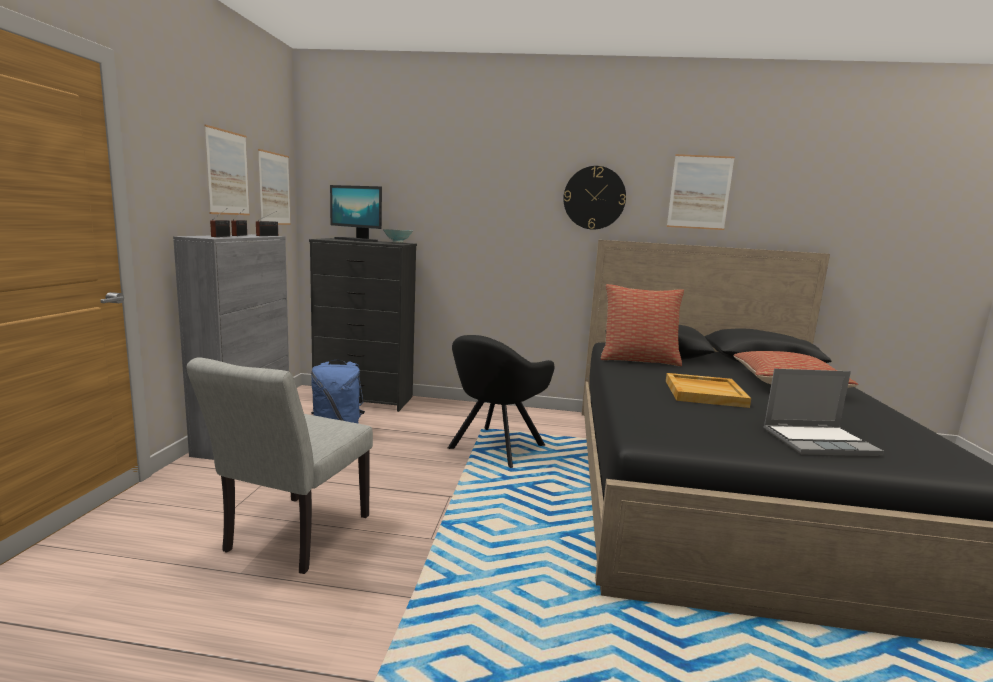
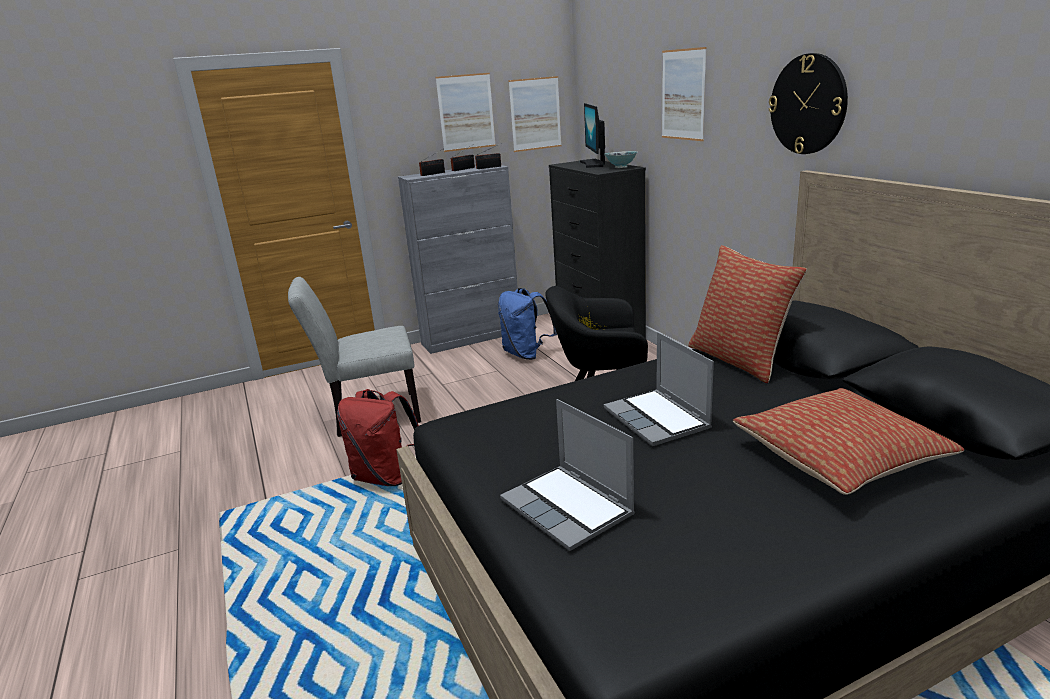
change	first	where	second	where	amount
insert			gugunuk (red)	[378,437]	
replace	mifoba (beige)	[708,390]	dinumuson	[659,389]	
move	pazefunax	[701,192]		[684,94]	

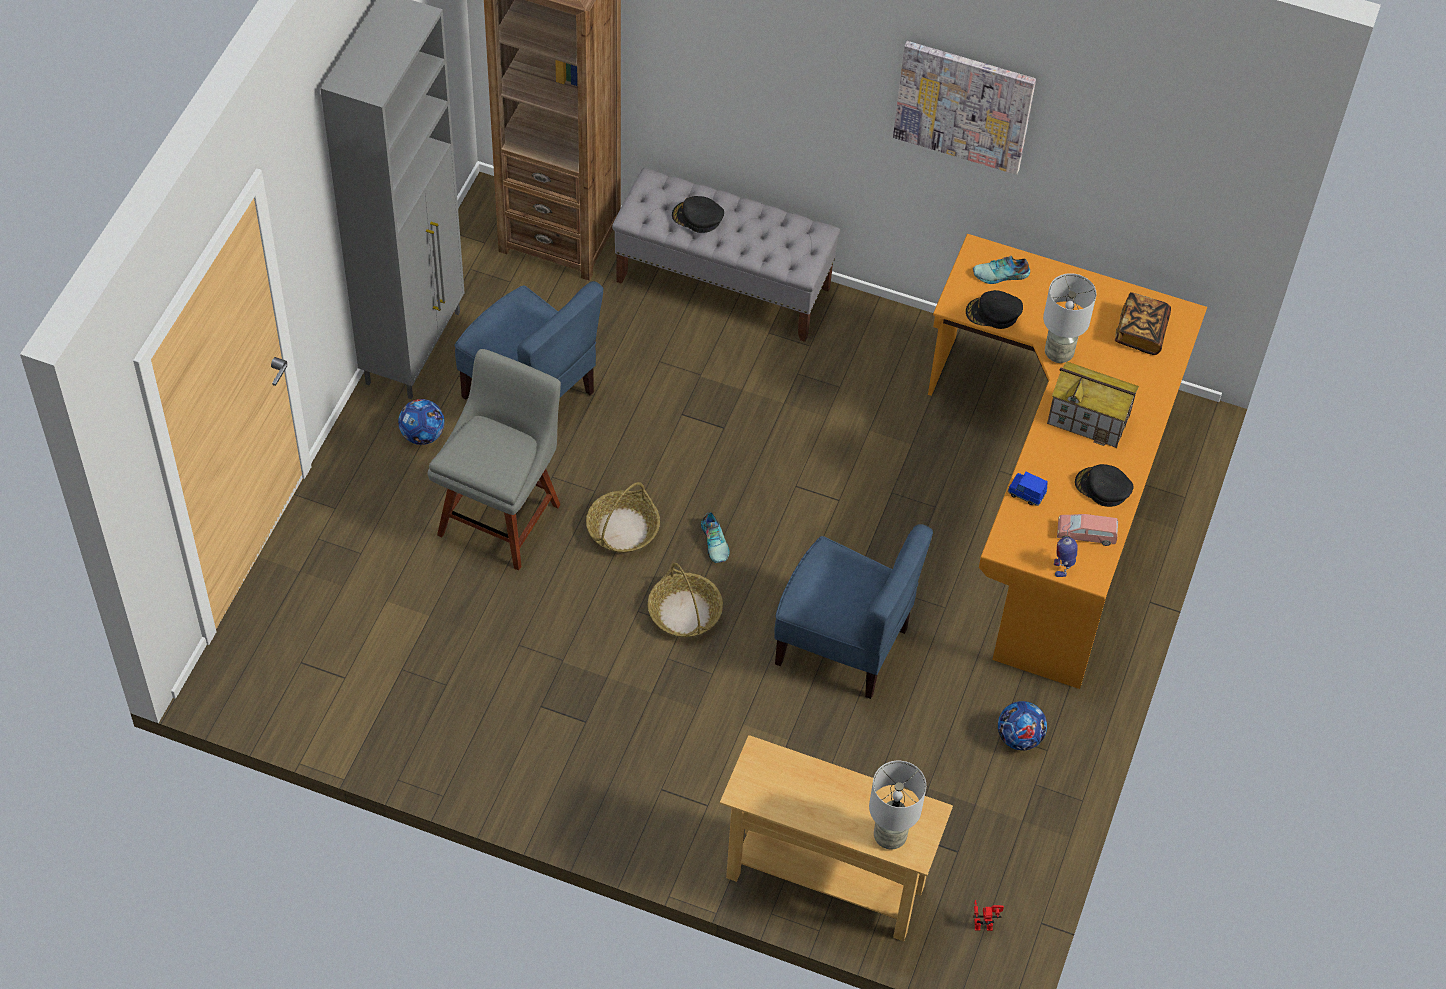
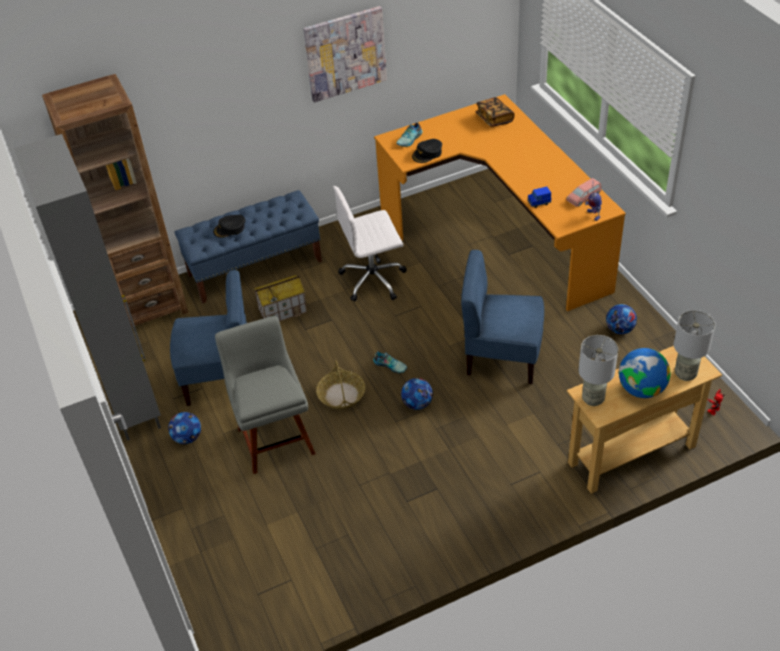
change	first	where	second	where	amount
recolor	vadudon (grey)	[726,255]	vadudon (blue)	[248,247]	
move	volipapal	[1093,405]		[280,298]	
insert			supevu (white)	[370,244]	
replace	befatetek	[685,600]	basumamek	[417,394]	
rotate	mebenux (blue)	[853,611]		[502,317]	150 degrees counterclockwise
move	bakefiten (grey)	[1069,318]		[598,370]	
insert			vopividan	[644,373]	
delete	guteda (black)	[1104,485]			

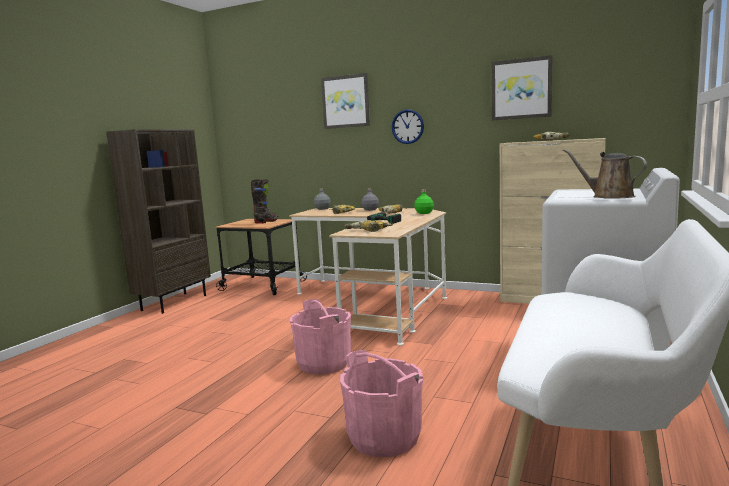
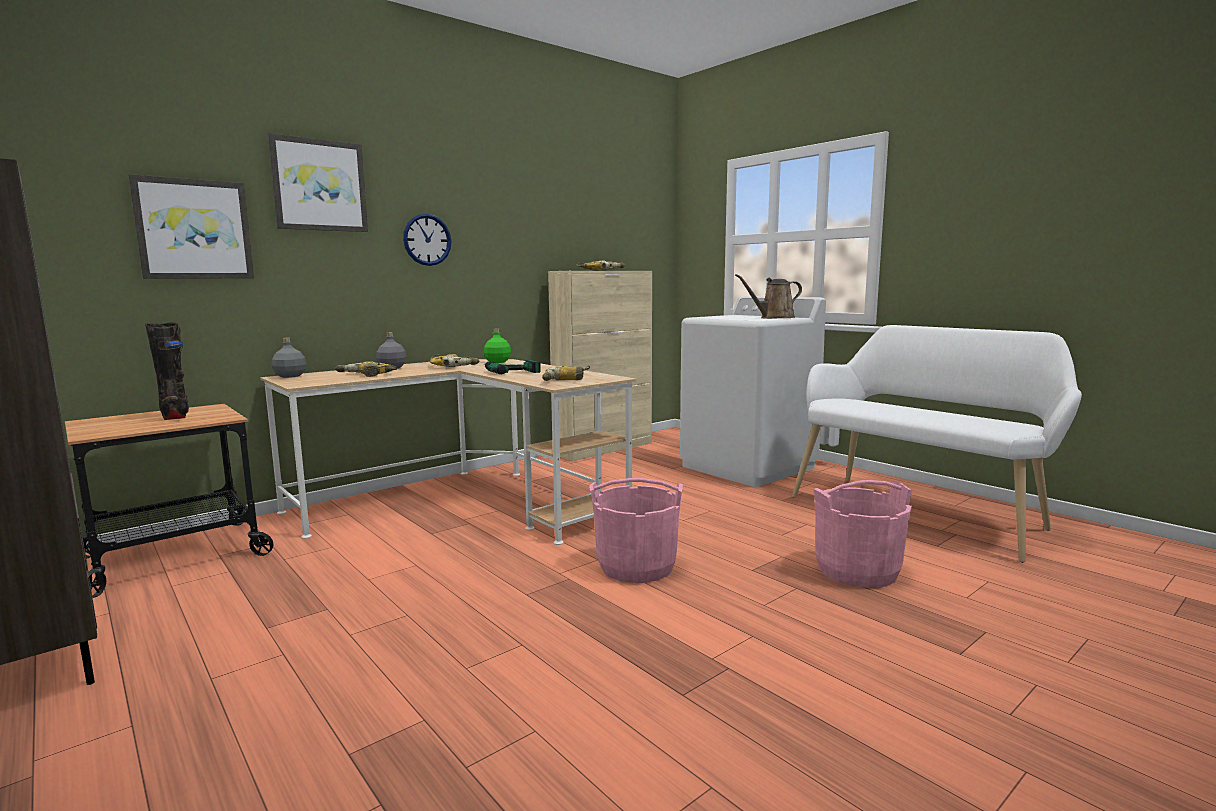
change	first	where	second	where	amount
move	pazefunax	[521,88]		[191,226]	

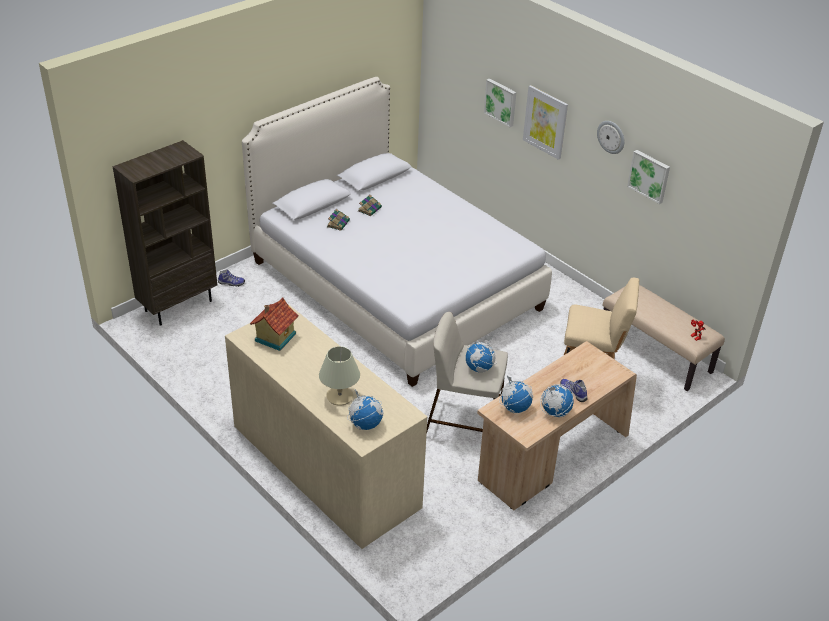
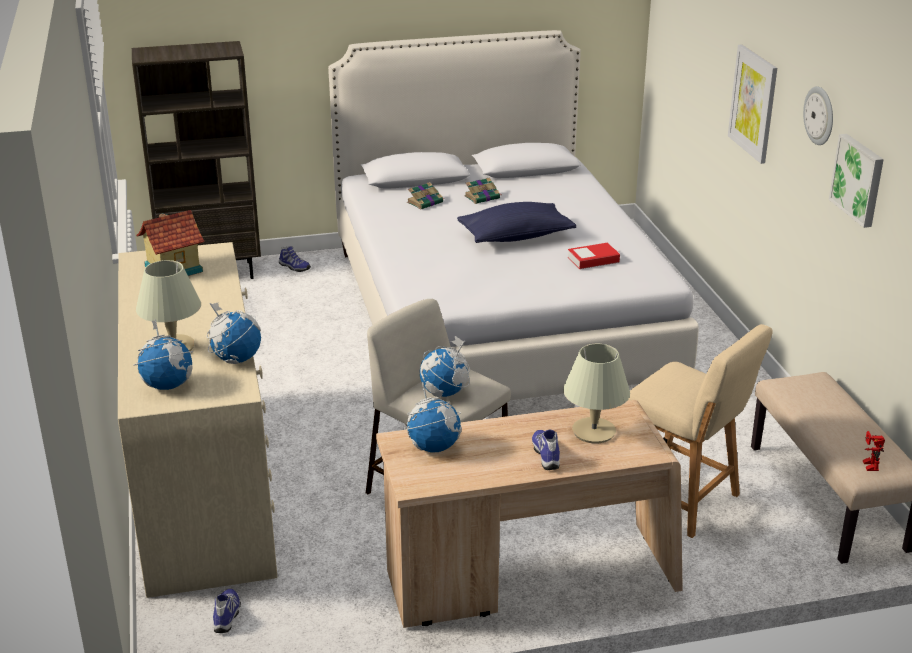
change	first	where	second	where	amount
move	vopividan	[557,401]		[233,333]	
insert			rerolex	[227,611]	
insert			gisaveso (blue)	[516,222]	
insert			bakefiten (beige)	[596,393]	
insert			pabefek	[594,256]	
delete	pazefunax	[500,102]			

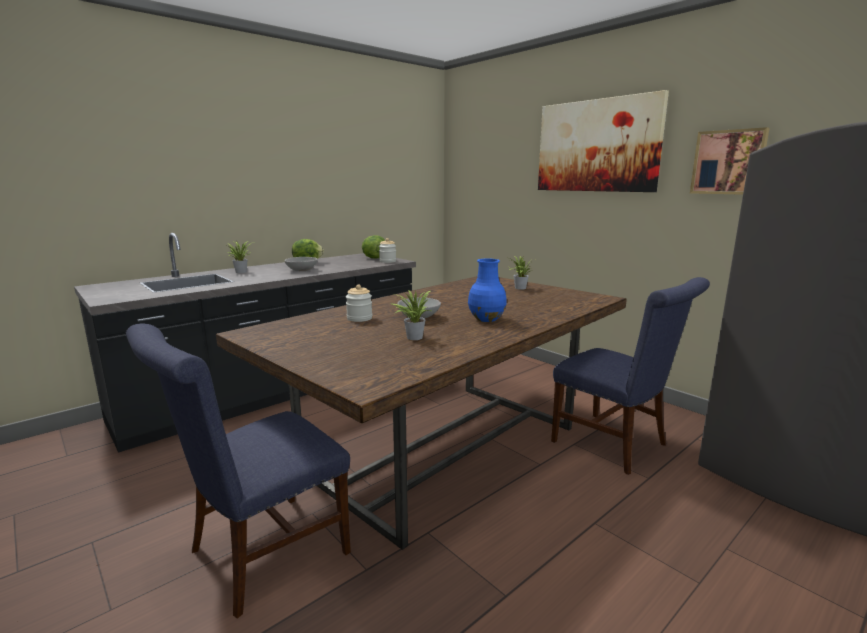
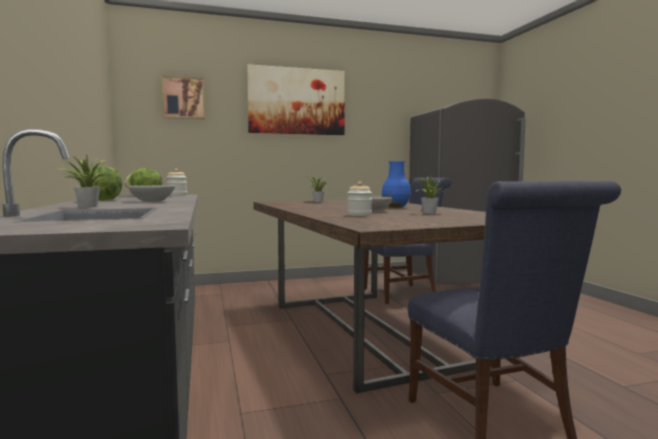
change	first	where	second	where	amount
move	pazefunax	[730,161]		[183,97]	

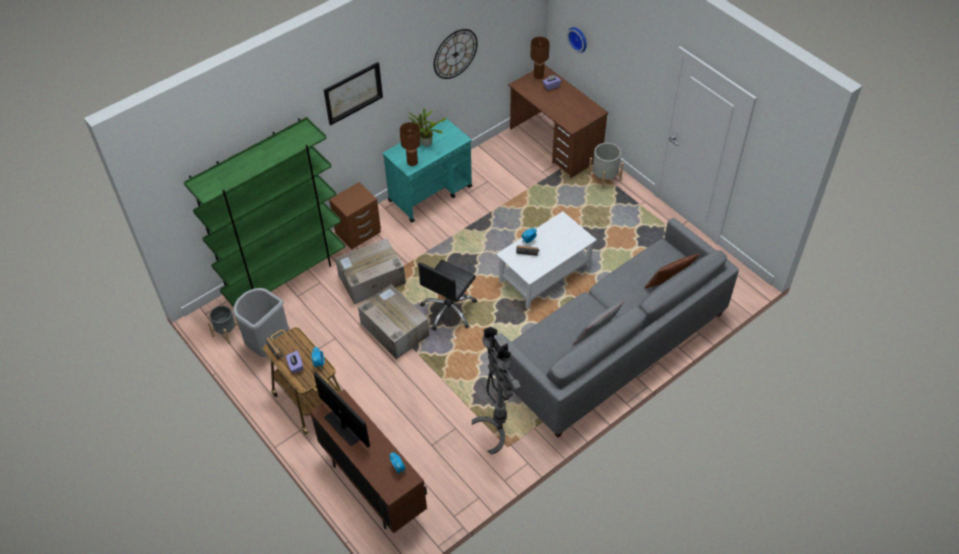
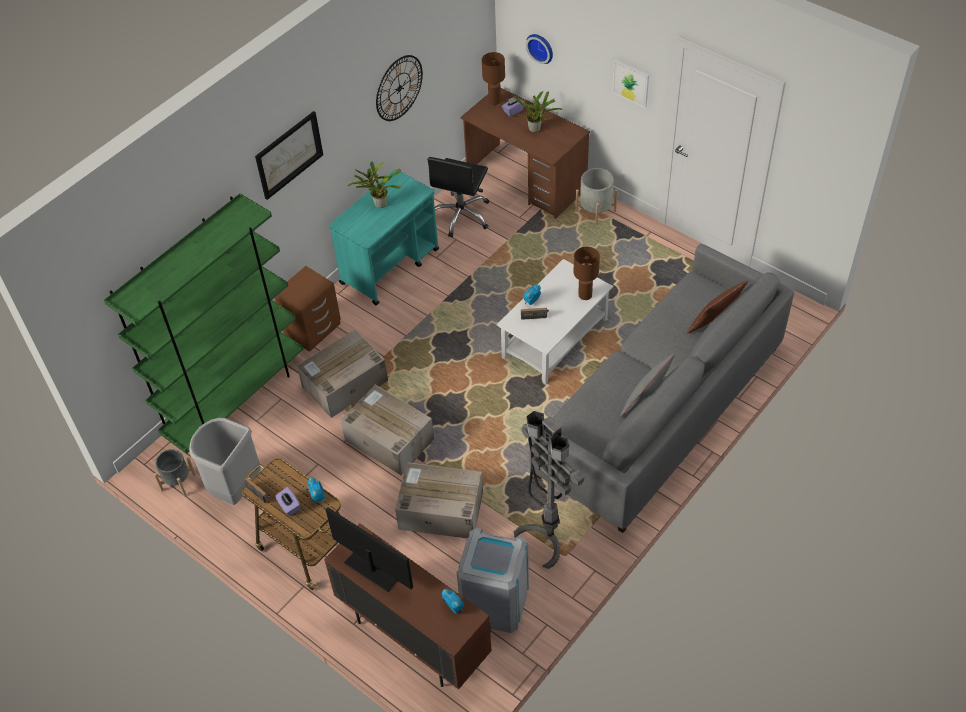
change	first	where	second	where	amount
insert			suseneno	[439,500]	
move	supevu (black)	[447,295]		[458,197]	
insert			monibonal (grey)	[493,580]	
insert			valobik	[537,112]	
move	bakefiten (brown)	[410,144]		[587,273]	
insert			pazefunax	[630,83]	

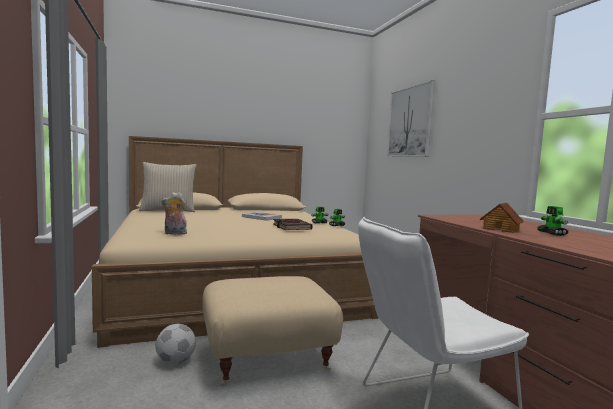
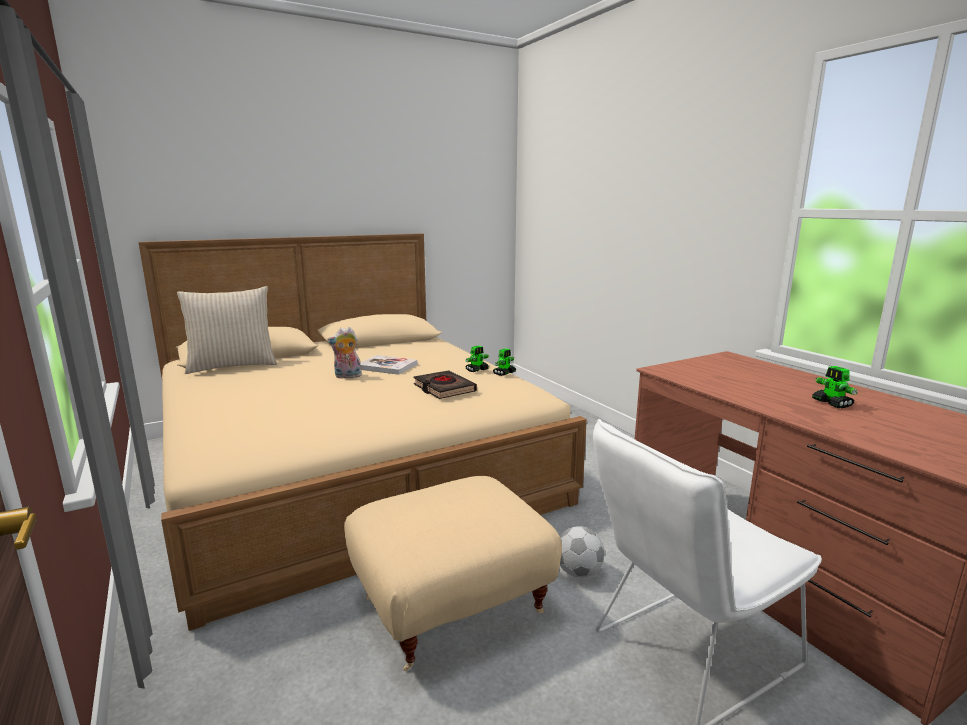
change	first	where	second	where	amount
move	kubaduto	[174,213]		[344,353]	
move	basumamek	[176,344]		[582,551]	
delete	pazefunax	[411,118]			
delete	volipapal	[502,218]			

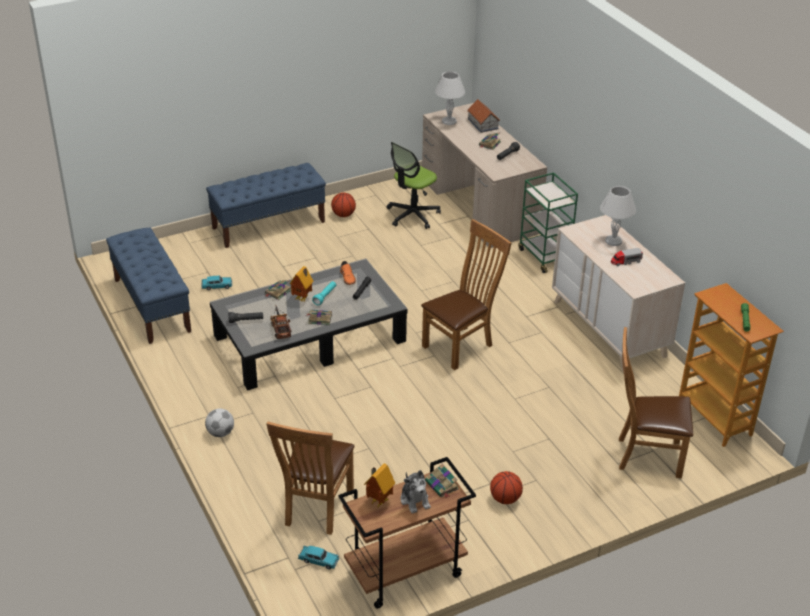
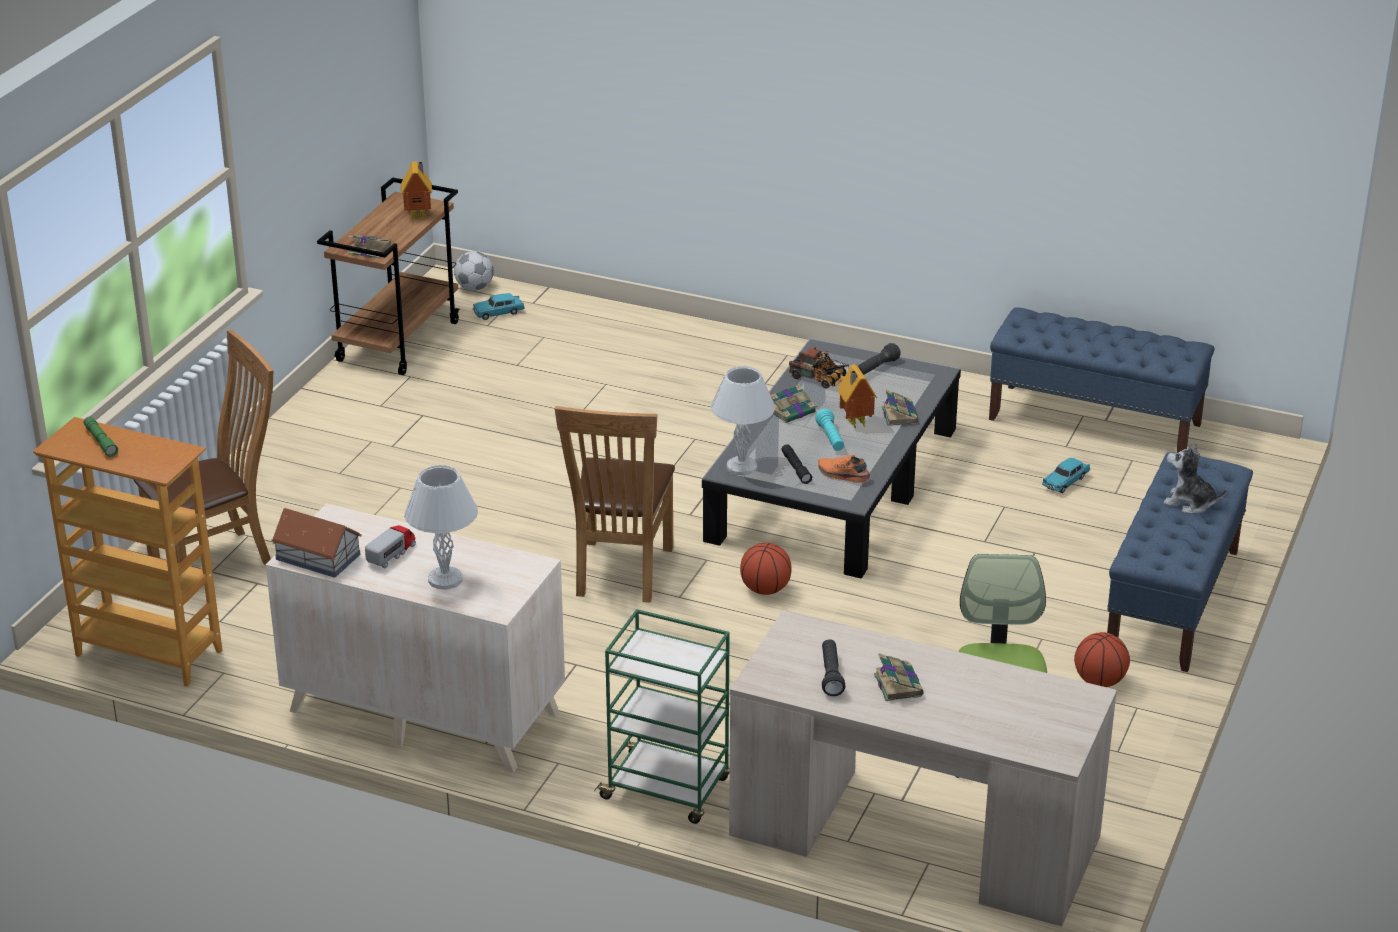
change	first	where	second	where	amount
move	volipapal	[484,116]		[316,543]	
move	basumamek	[219,423]		[474,271]	
move	bakefiten (white)	[450,98]		[743,421]	
move	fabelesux	[506,487]		[766,569]	
move	kubaduto	[416,492]		[1195,478]	
delete	mebenux (brown)	[310,478]			

